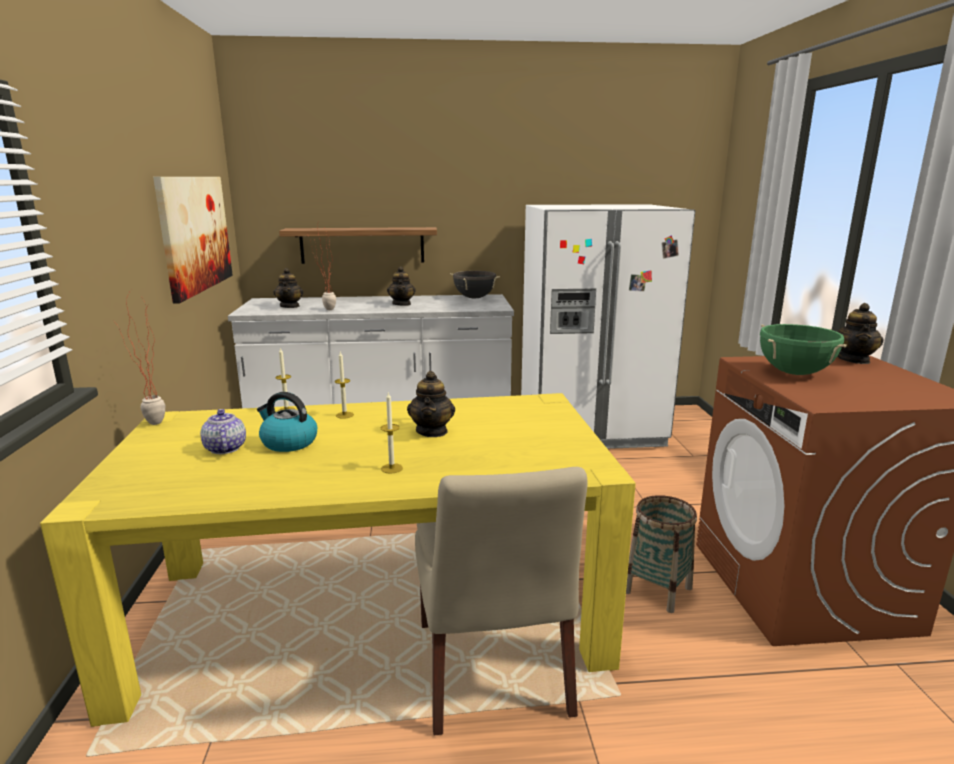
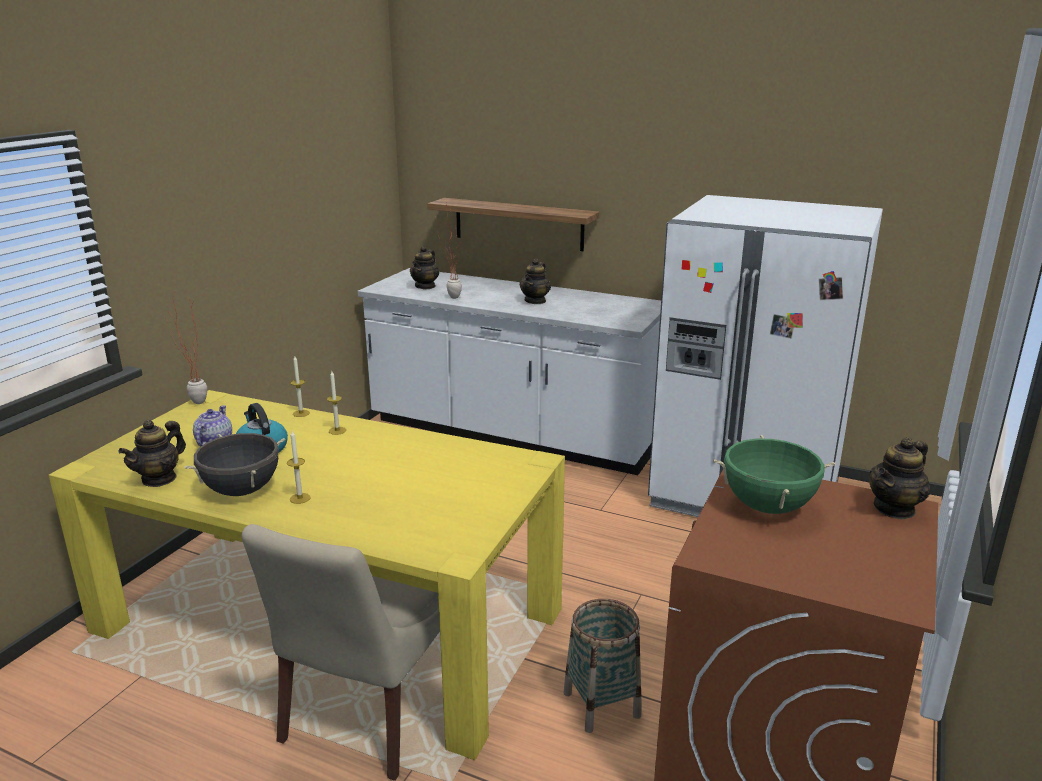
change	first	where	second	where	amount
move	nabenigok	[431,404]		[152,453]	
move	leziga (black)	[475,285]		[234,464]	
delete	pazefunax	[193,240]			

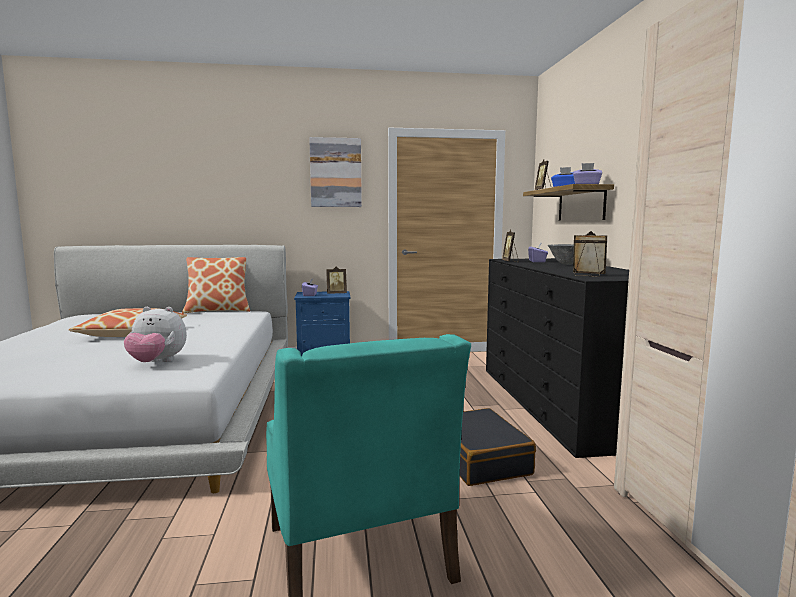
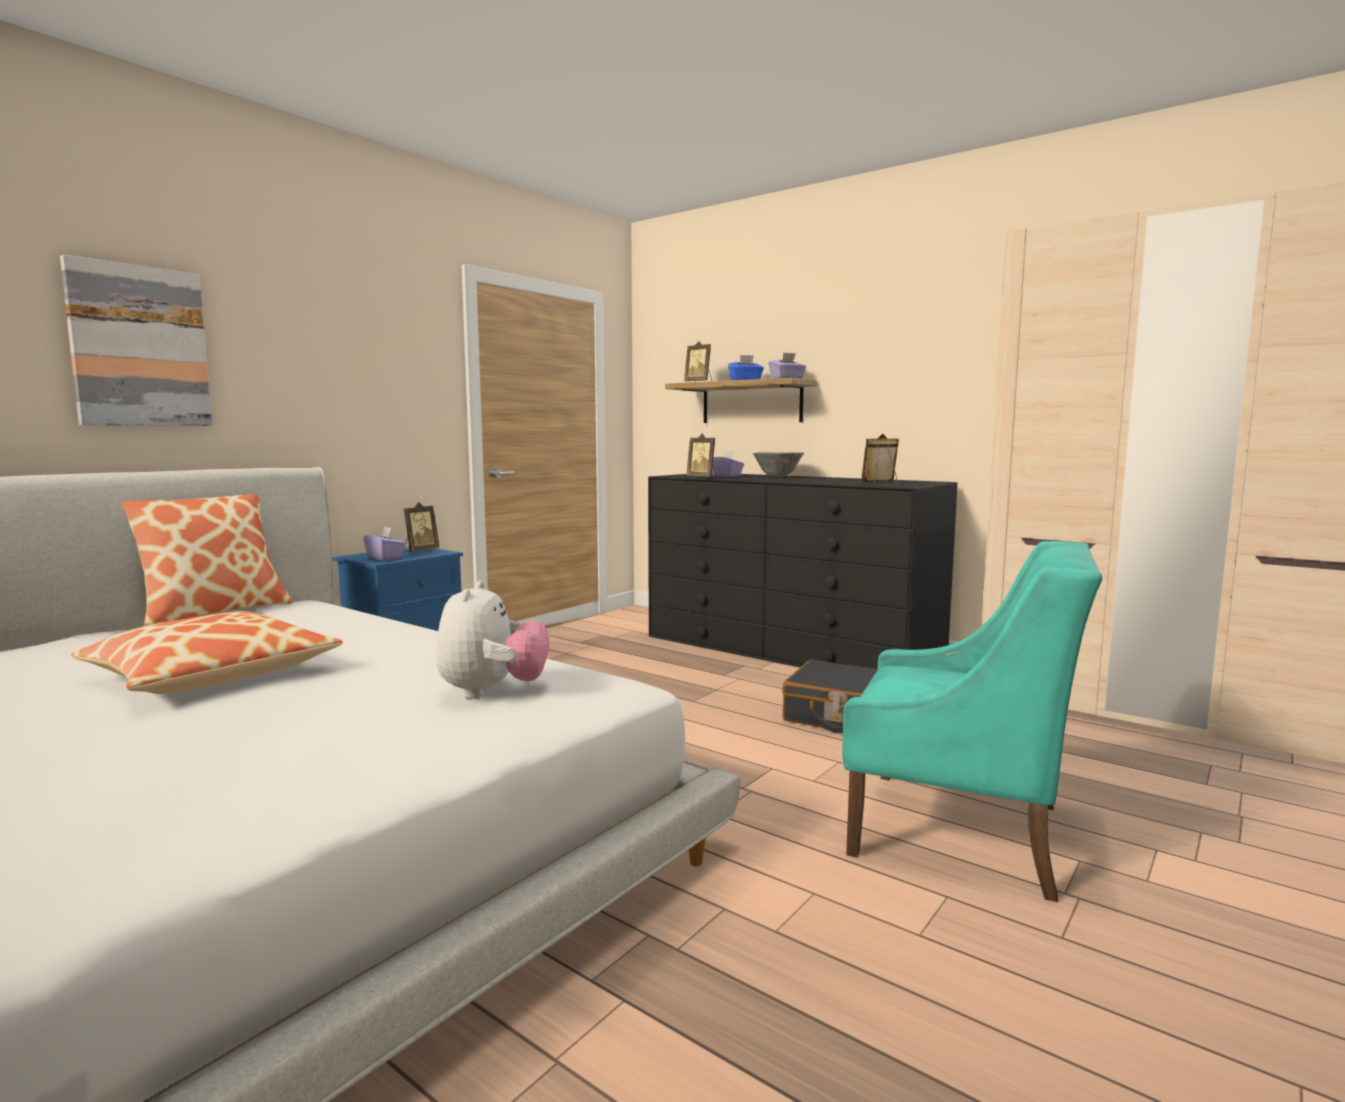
change	first	where	second	where	amount
move	pazefunax	[335,172]		[136,340]	
rotate	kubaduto	[155,334]		[492,639]	45 degrees counterclockwise

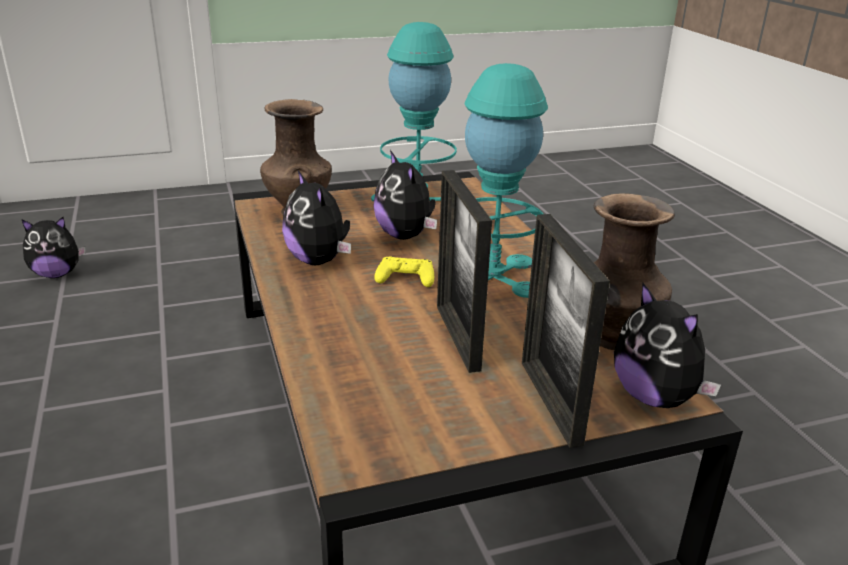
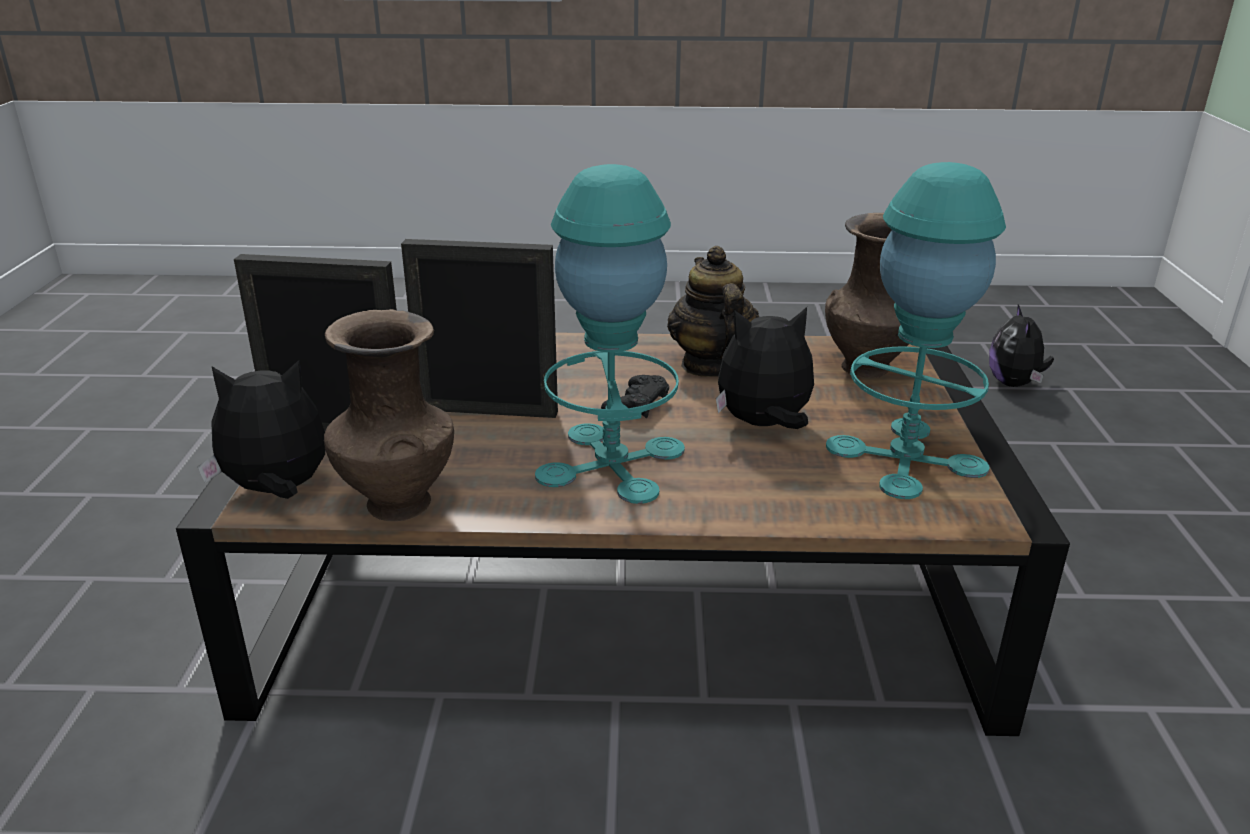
change	first	where	second	where	amount
recolor	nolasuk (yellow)	[404,271]	nolasuk (black)	[635,396]	
replace	kubaduto	[316,217]	nabenigok	[713,311]	

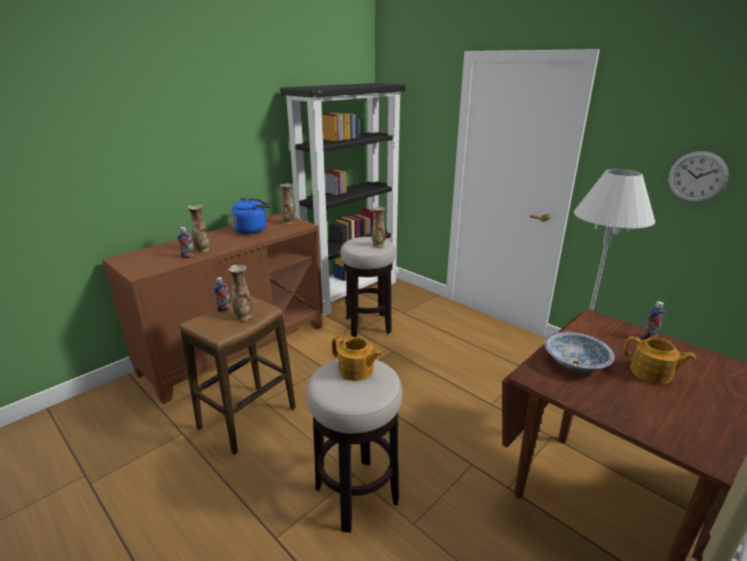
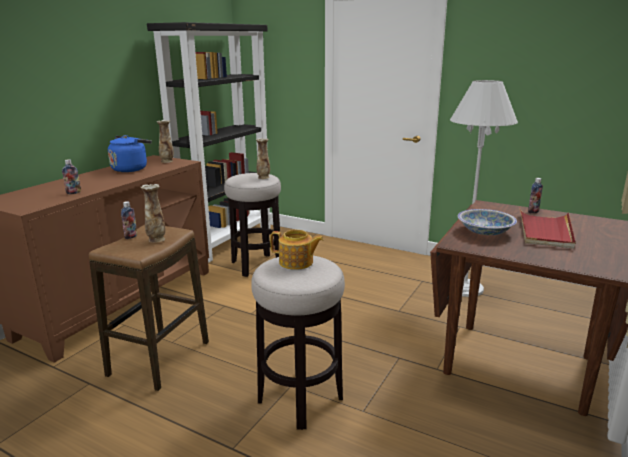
change	first	where	second	where	amount
replace	nabenigok	[660,360]	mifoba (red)	[547,229]	
delete	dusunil	[198,229]			
delete	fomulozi	[698,176]			

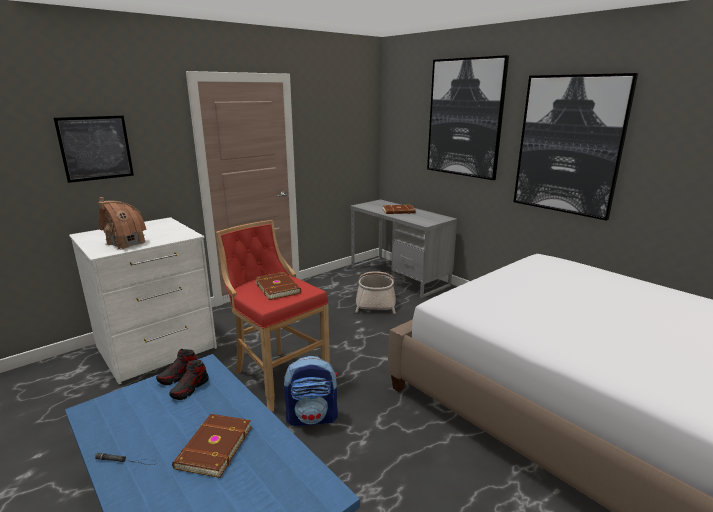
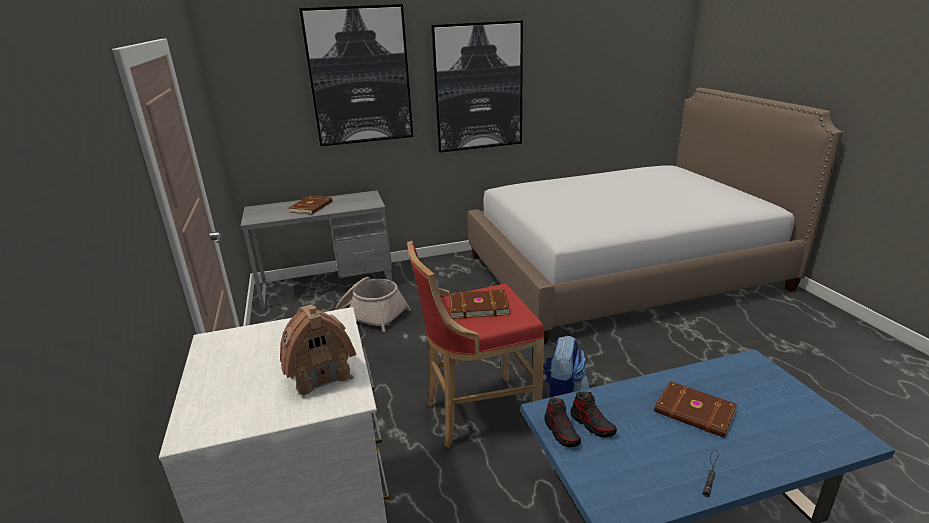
change	first	where	second	where	amount
delete	pazefunax	[93,149]			

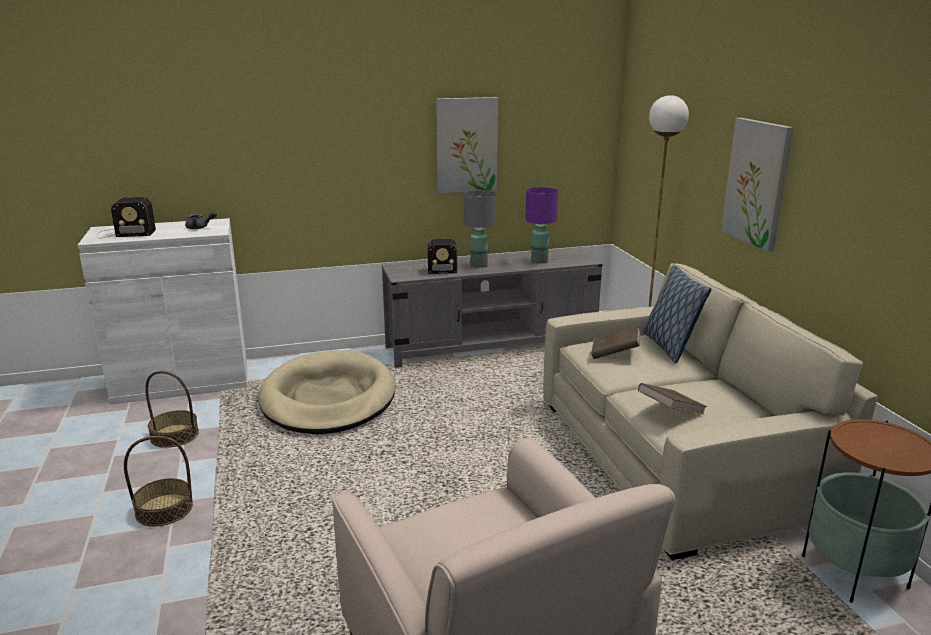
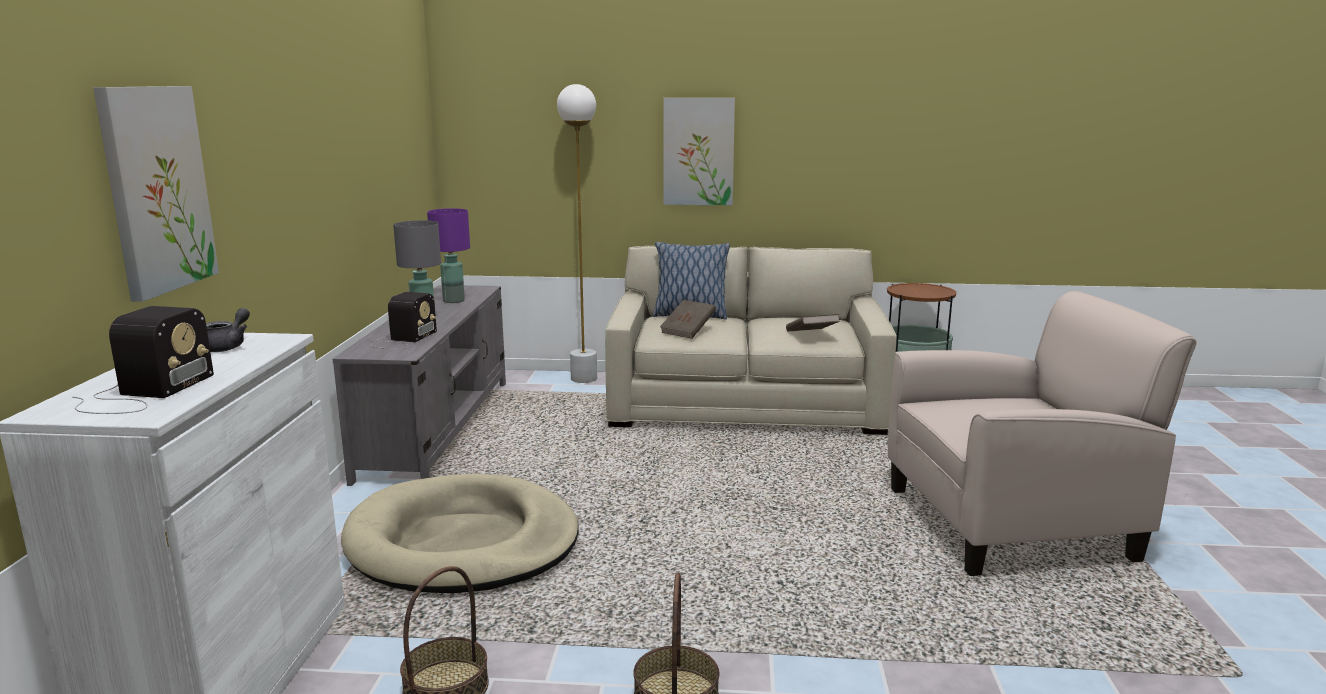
change	first	where	second	where	amount
move	pazefunax	[467,145]		[156,194]	

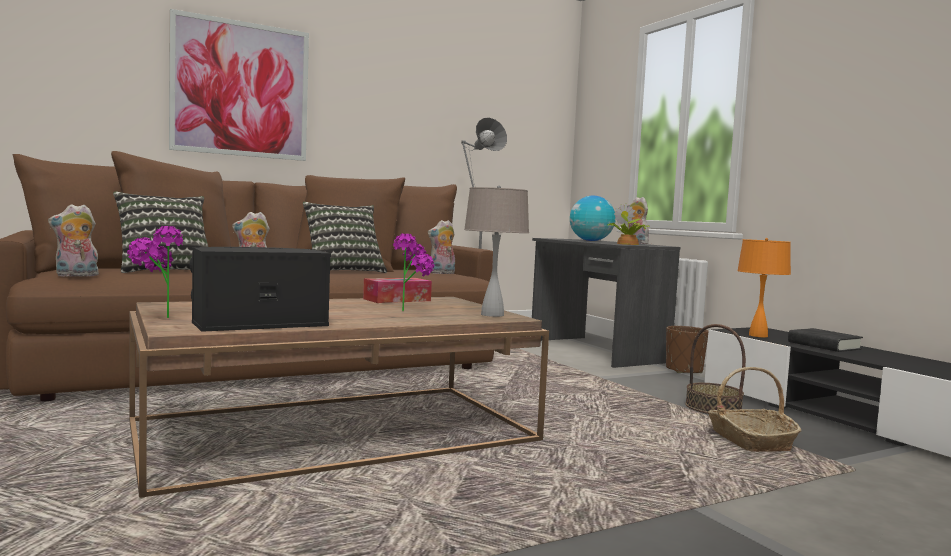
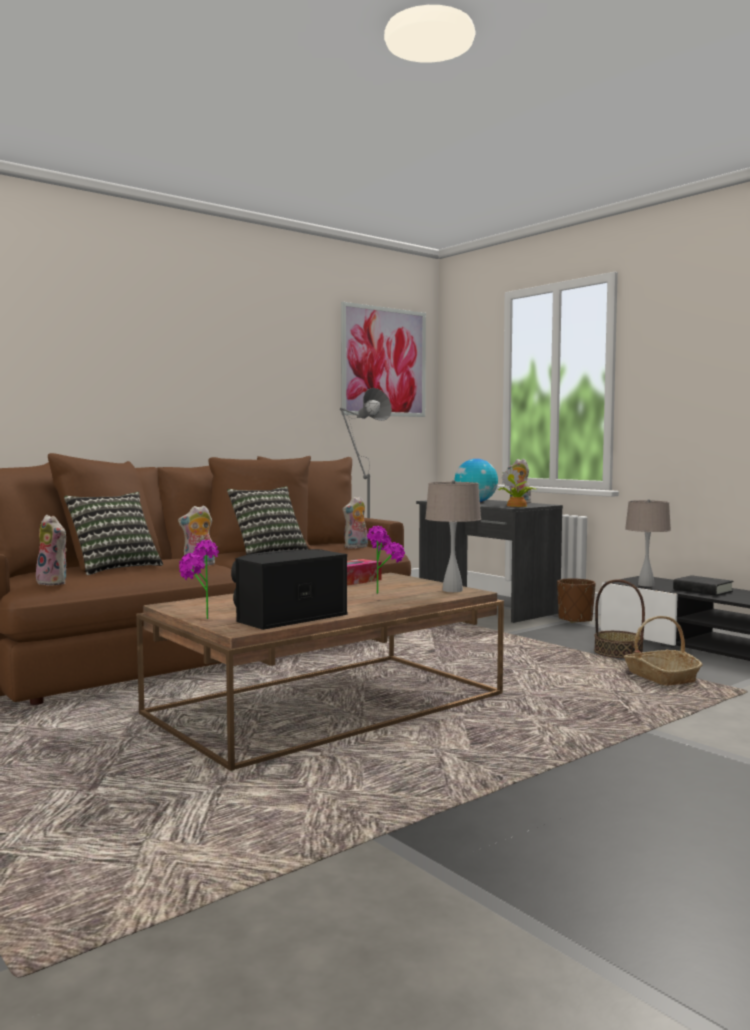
change	first	where	second	where	amount
rotate	kubaduto	[73,241]		[51,550]	105 degrees counterclockwise
move	pazefunax	[239,85]		[383,359]	
recolor	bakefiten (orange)	[764,287]	bakefiten (beige)	[648,543]	

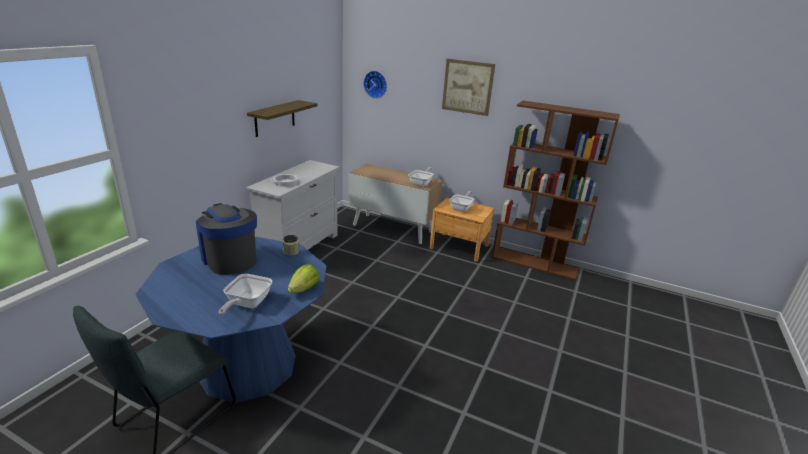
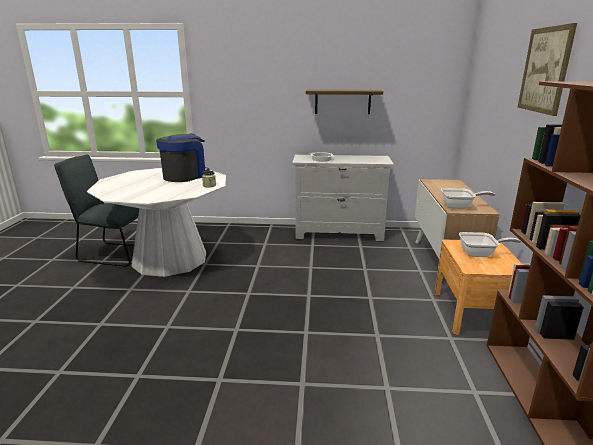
change	first	where	second	where	amount
recolor	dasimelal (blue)	[231,320]	dasimelal (white)	[156,222]	
delete	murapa	[245,295]			
delete	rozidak	[303,279]			
delete	fomulozi	[375,85]			

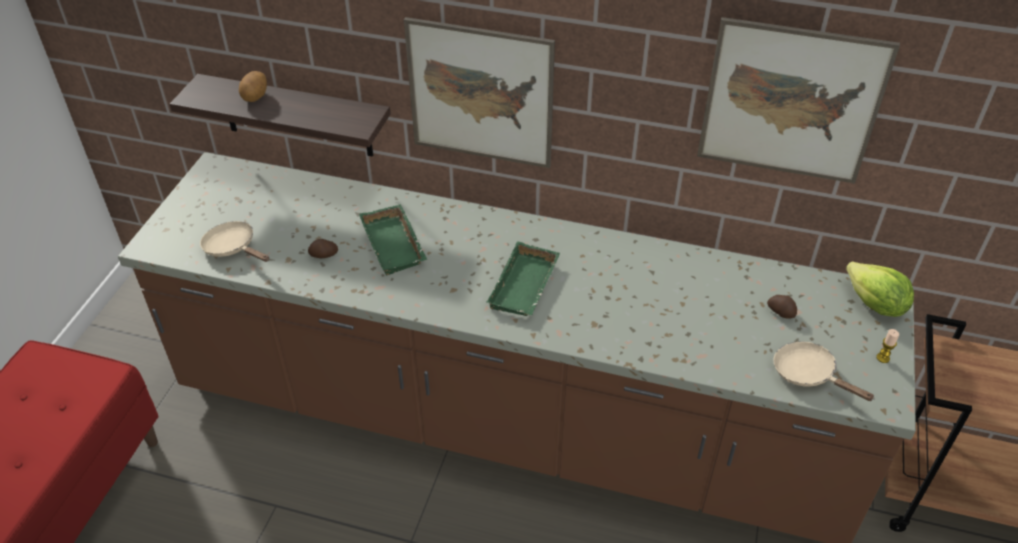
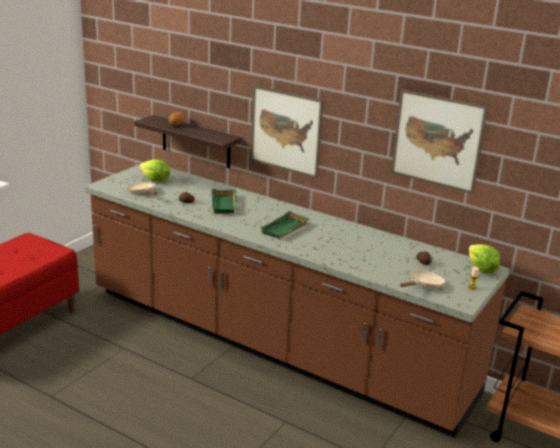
change	first	where	second	where	amount
insert			rozidak	[154,170]	
rotate	murapa (beige)	[824,371]		[422,279]	75 degrees clockwise

